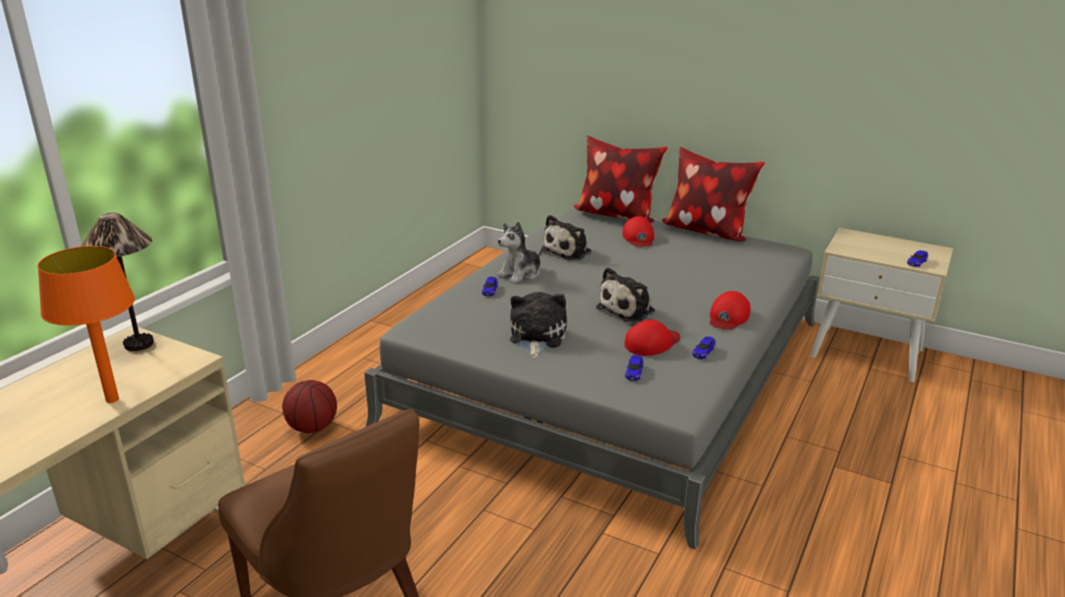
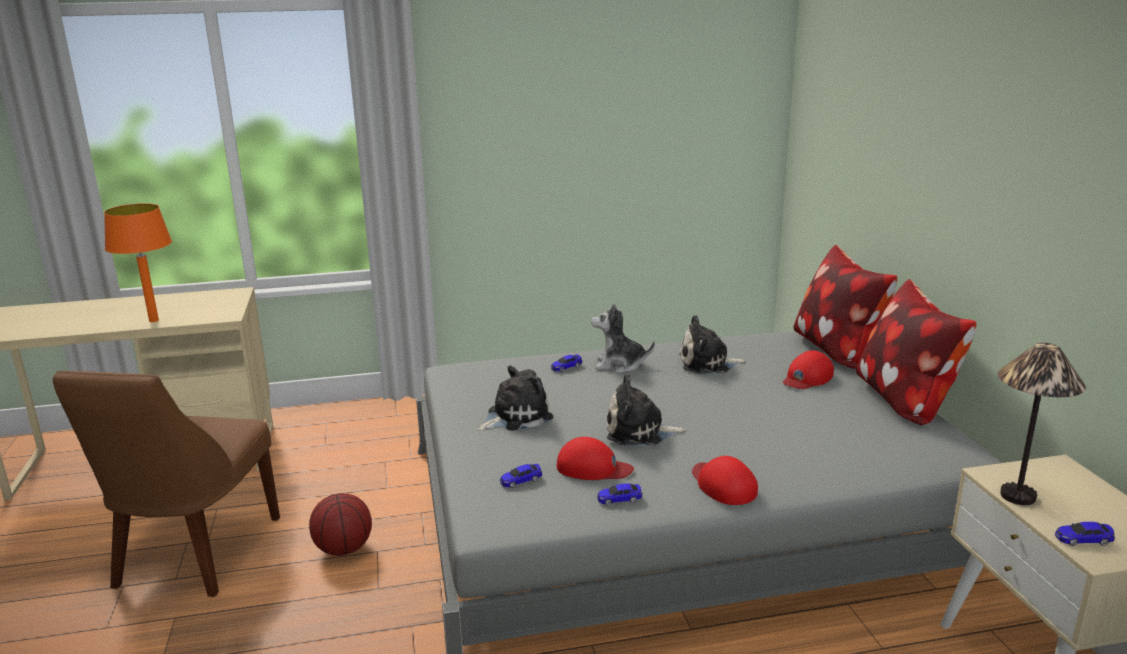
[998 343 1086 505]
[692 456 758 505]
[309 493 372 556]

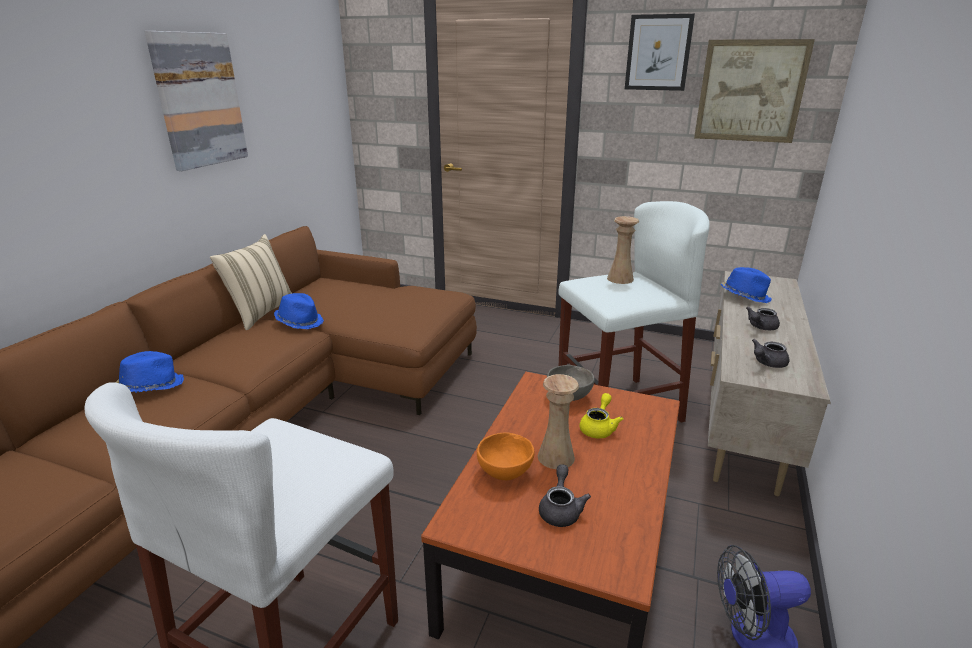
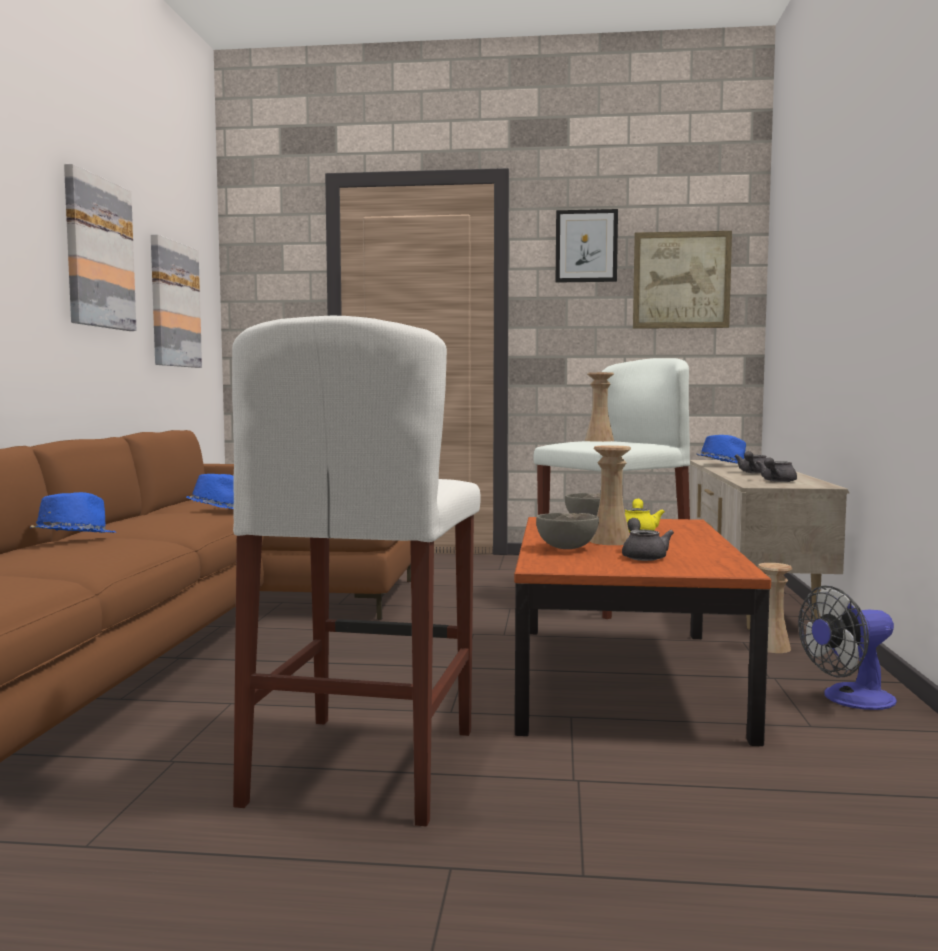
[210 234 292 330] (first image)
[536 513 599 549]
[151 234 202 368]
[758 563 792 653]

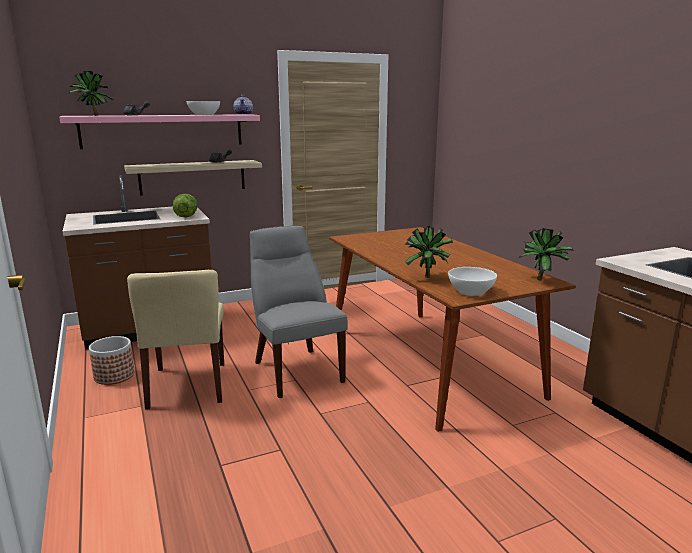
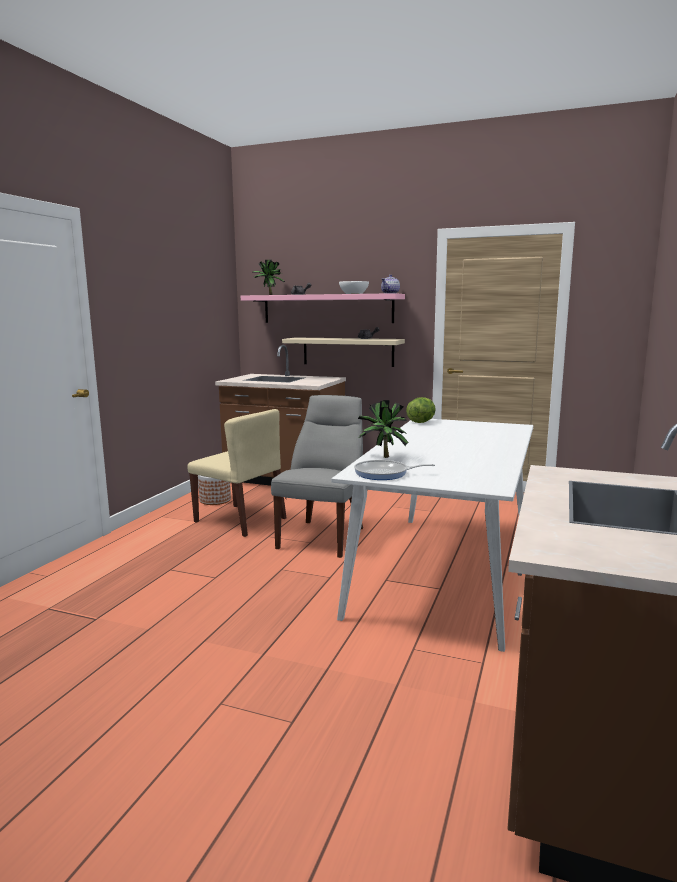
[406 397 436 423]
[331 419 533 652]
[518 228 574 281] (first image)
[354 460 435 480]
[187 409 286 537]

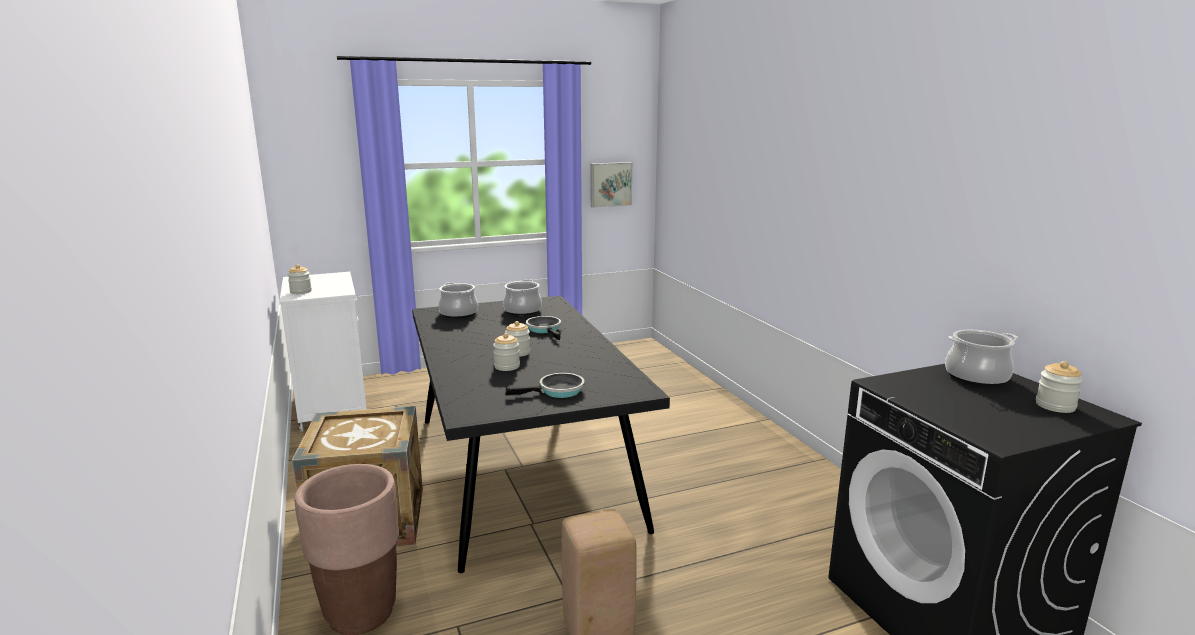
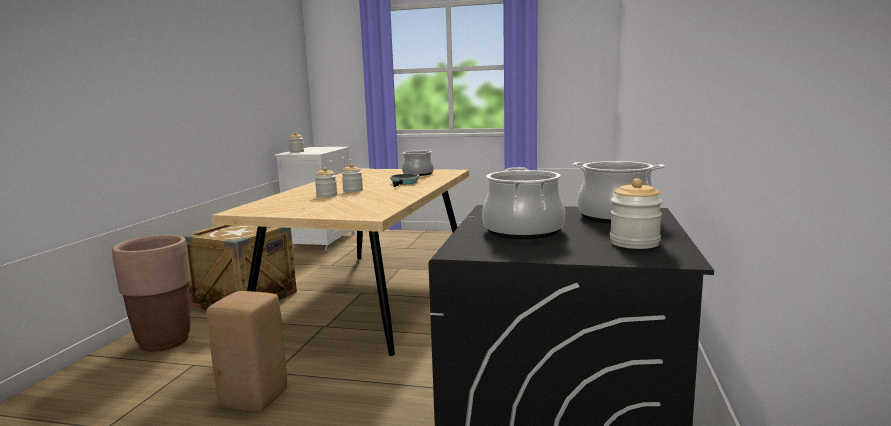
[591 162 632 208] (first image)
[482 167 565 239]
[212 169 469 356]
[505 373 584 398] (first image)

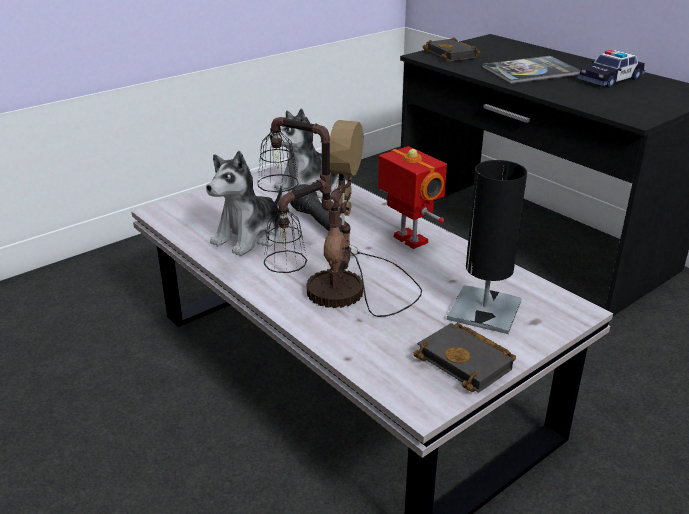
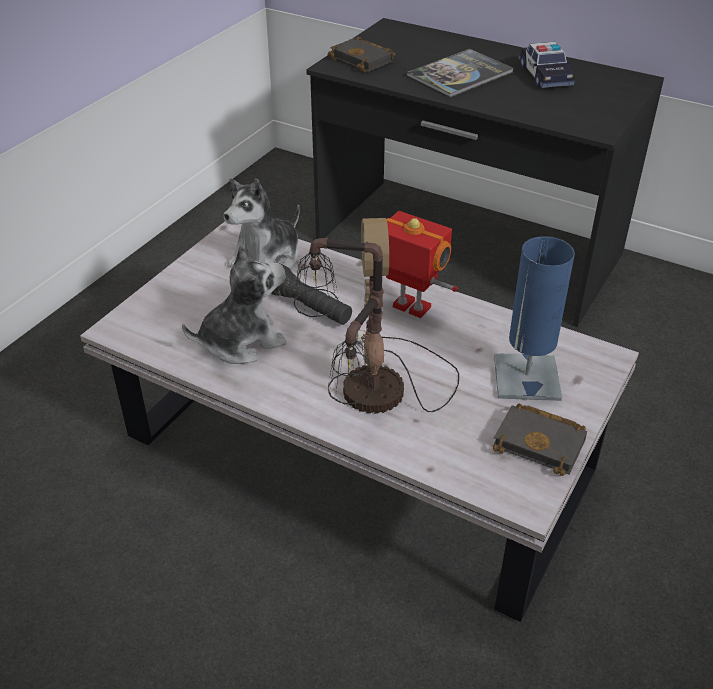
[518 42 575 88]
[182 245 287 364]
[494 236 575 401]

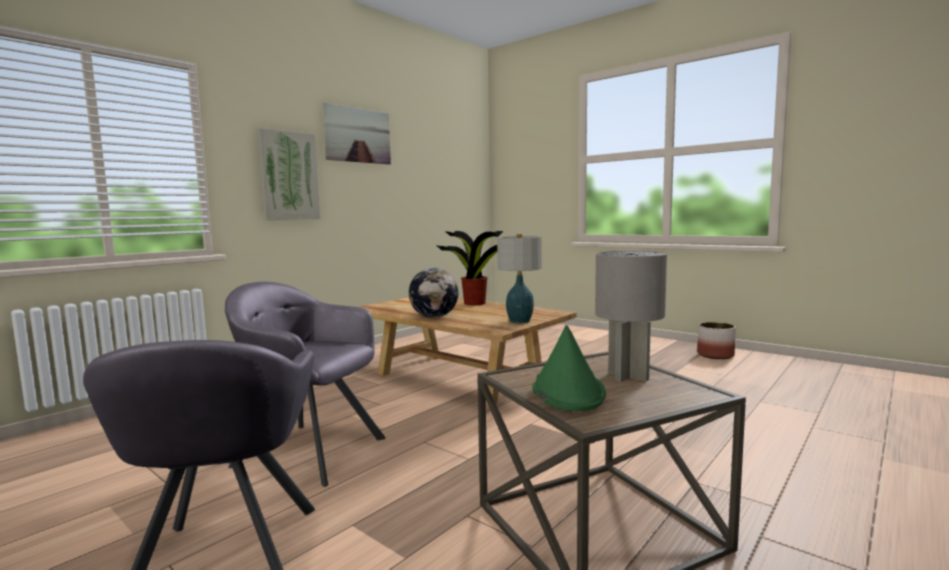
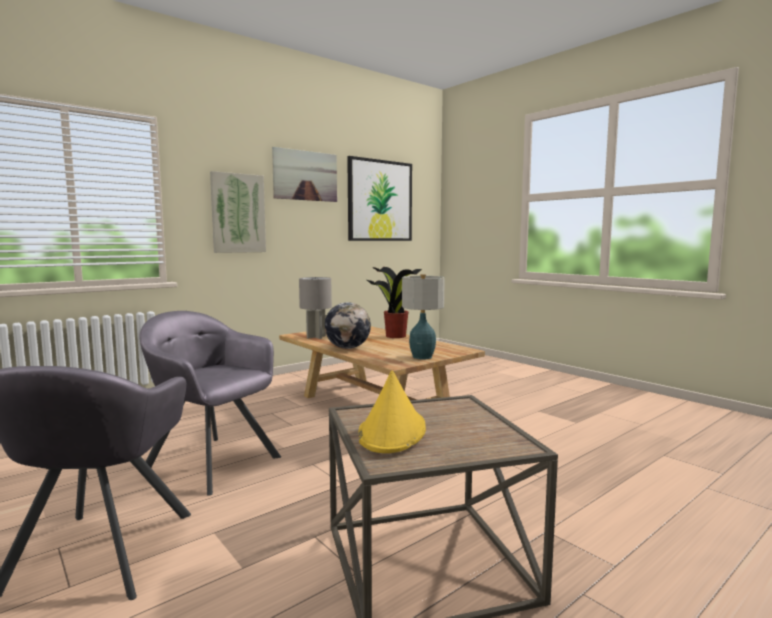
[299 277 332 339]
[697 322 736 359] (first image)
[358 371 426 453]
[347 156 412 241]

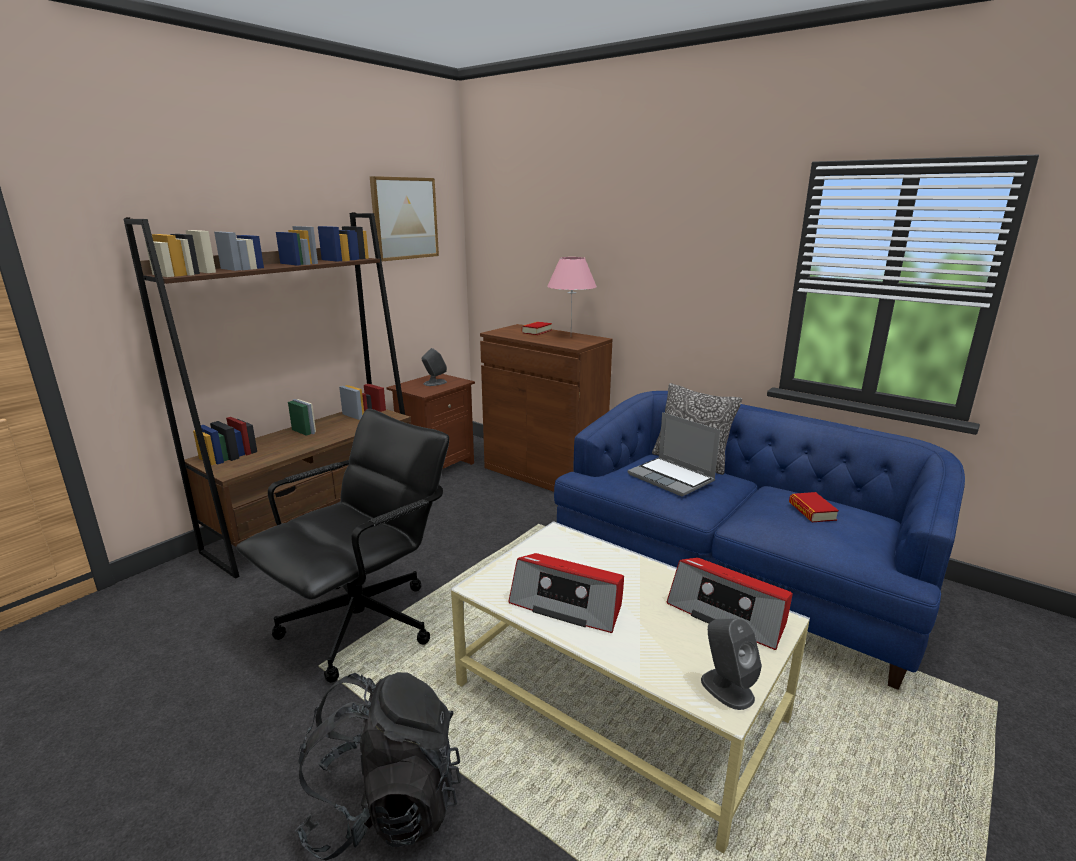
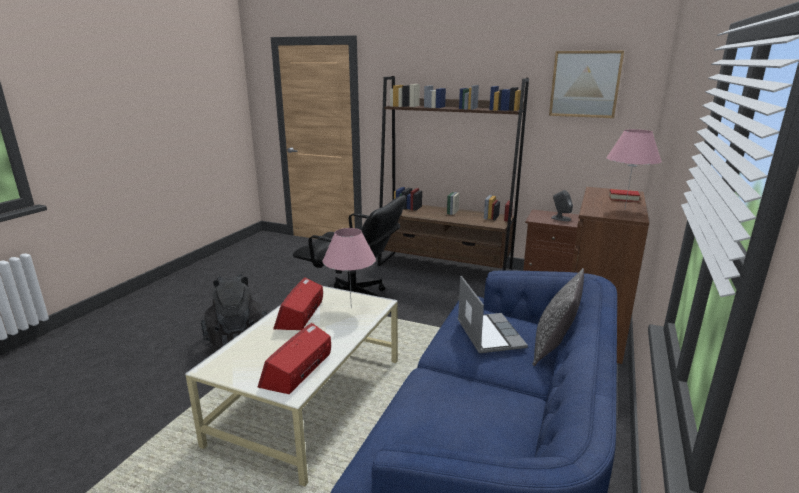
[458 276 528 353]
[789 492 839 522] (first image)
[701 618 762 710] (first image)
[323 228 376 308]

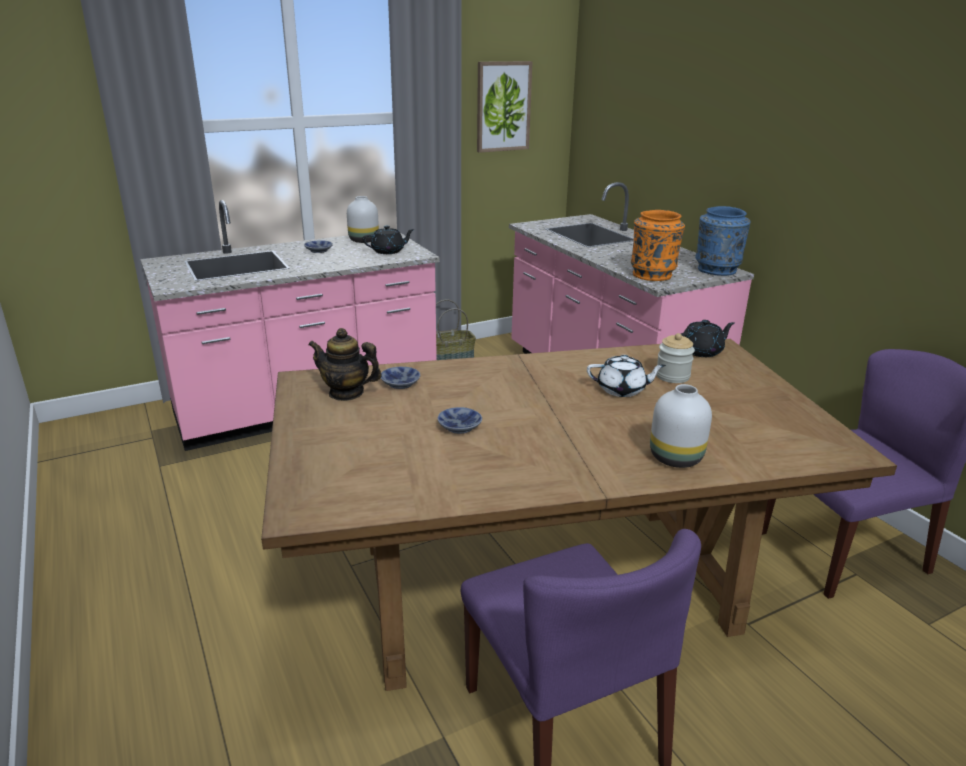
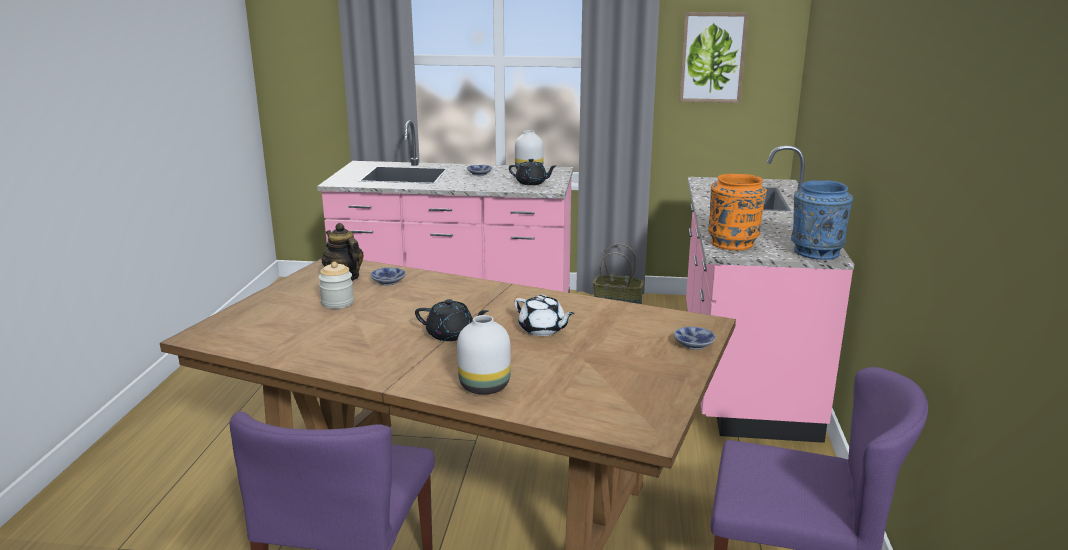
[415 299 489 341]
[318 262 354 309]
[674 327 716 350]

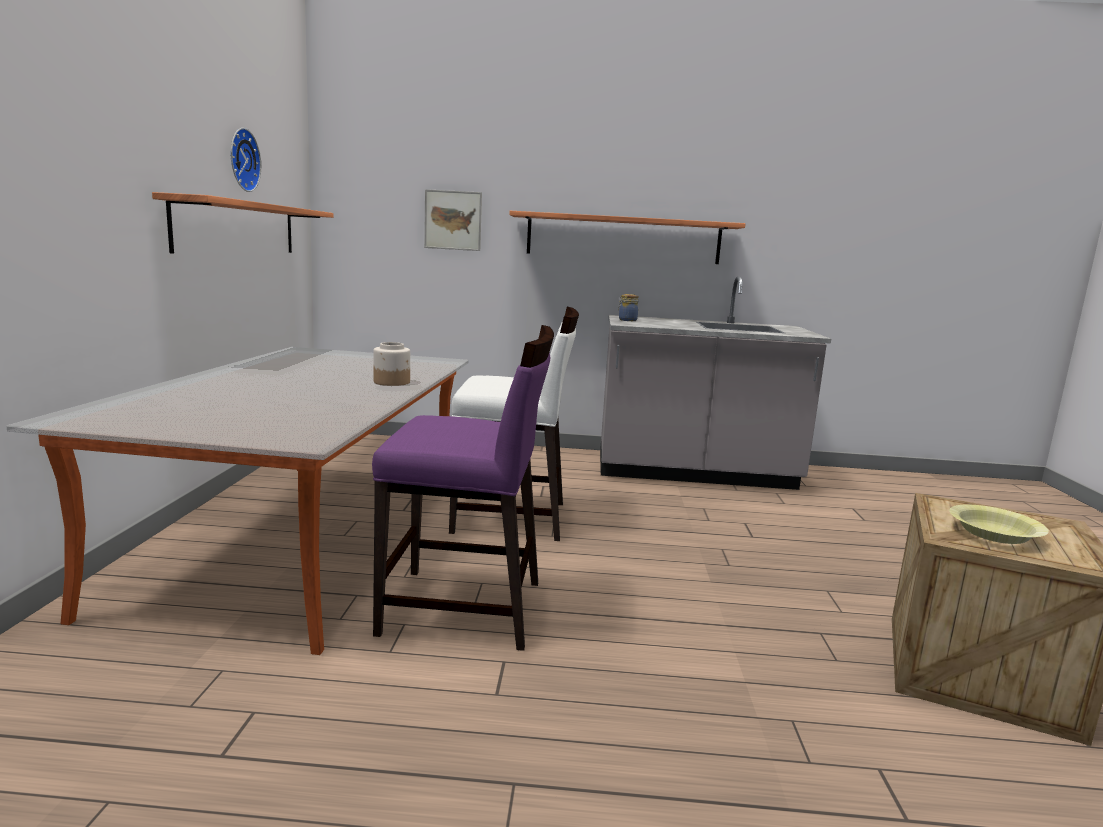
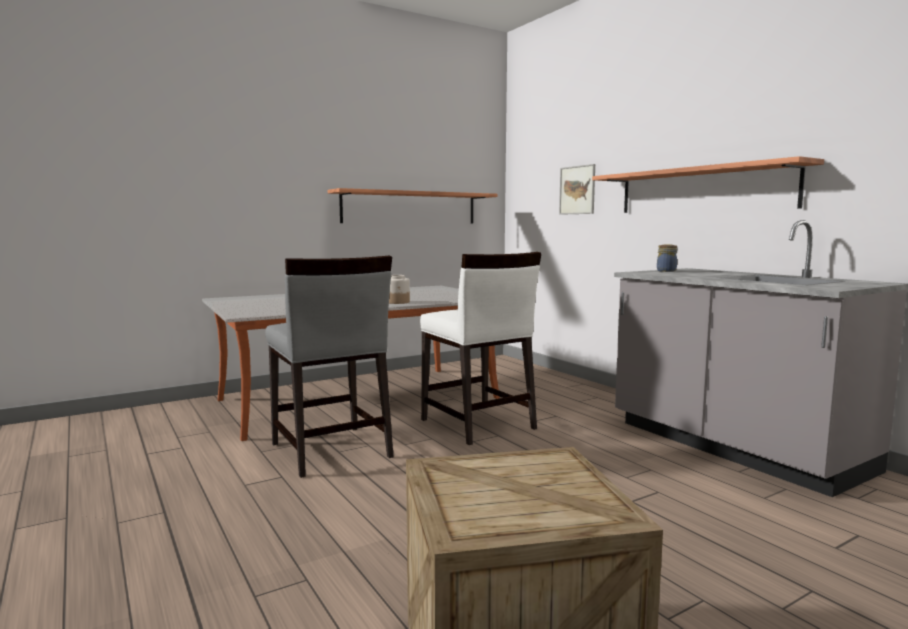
[231 128 261 192] (first image)
[265 256 394 478]
[949 505 1049 544] (first image)

